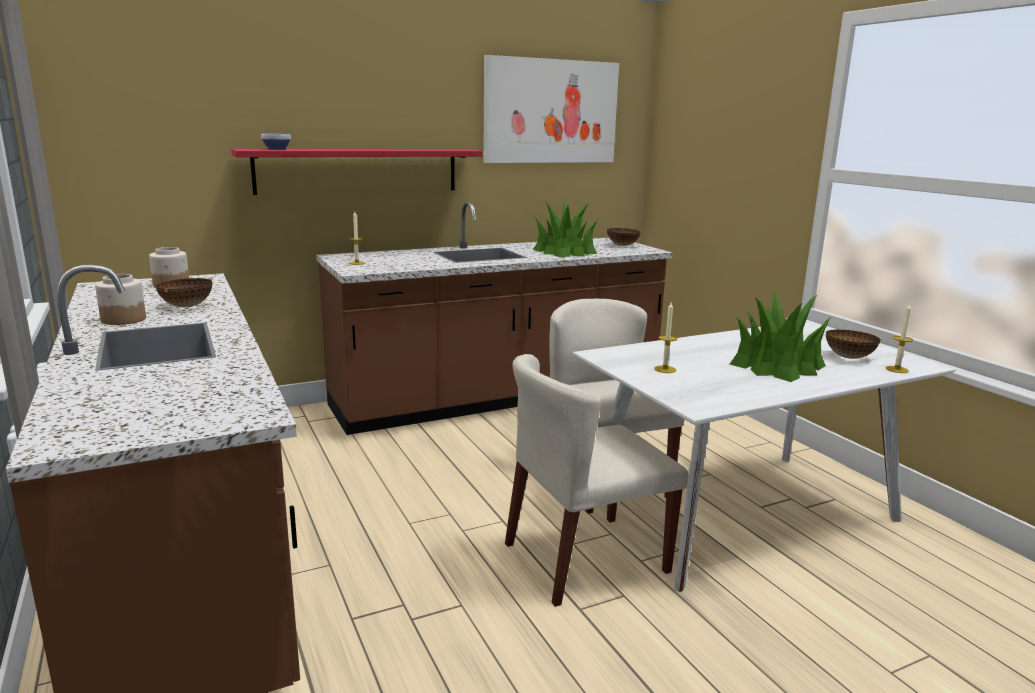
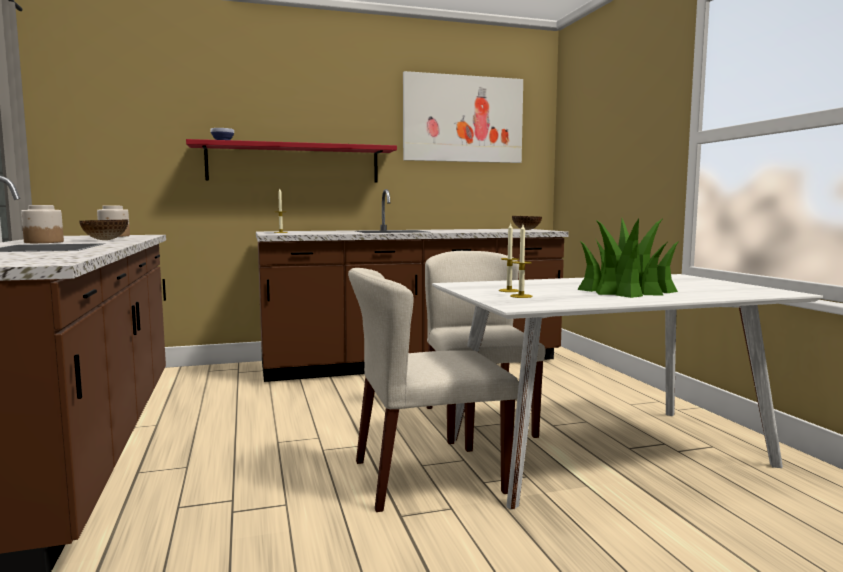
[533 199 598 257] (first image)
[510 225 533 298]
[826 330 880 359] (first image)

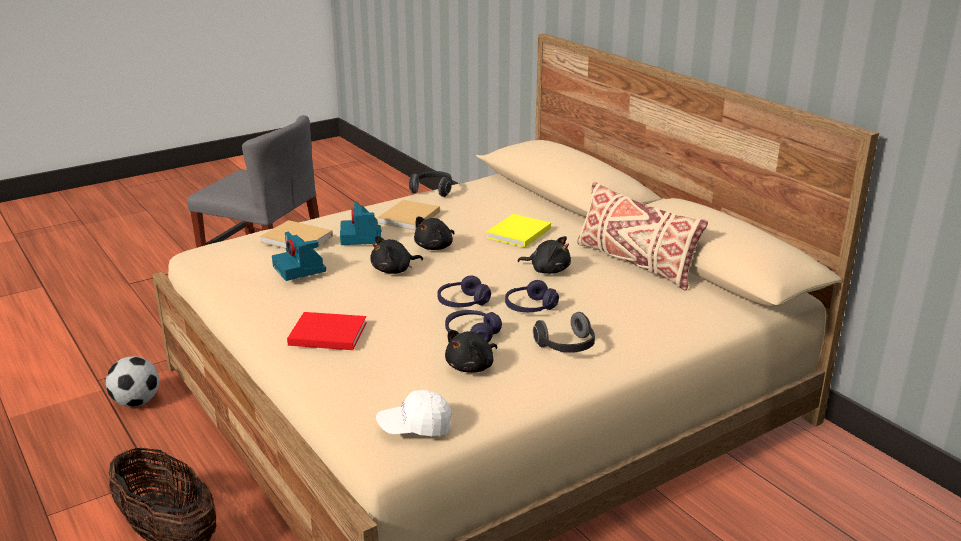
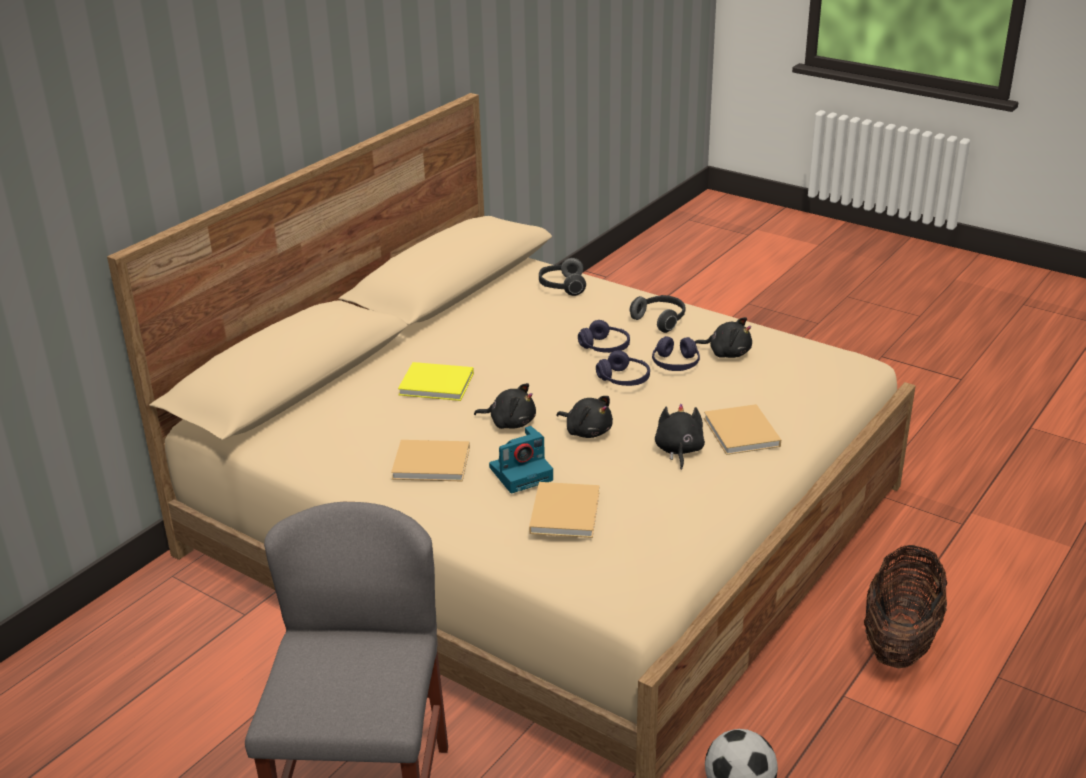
[539 258 586 296]
[577 182 708 291] (first image)
[272 232 326 281] (first image)
[655 404 705 470]
[704 404 781 455]
[376 390 451 436] (first image)

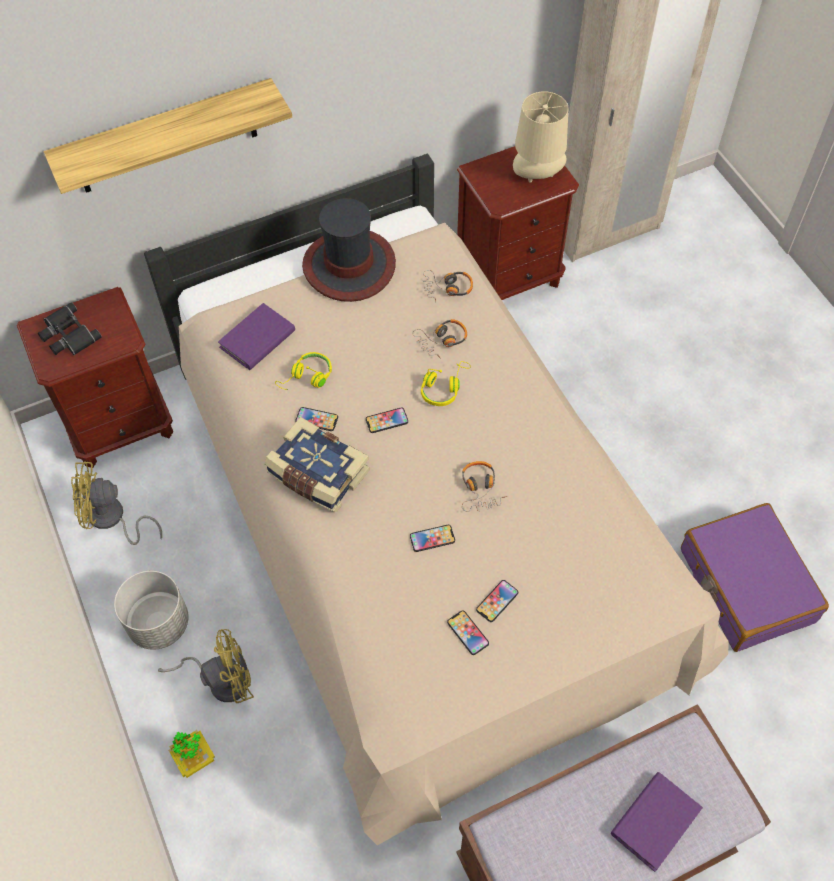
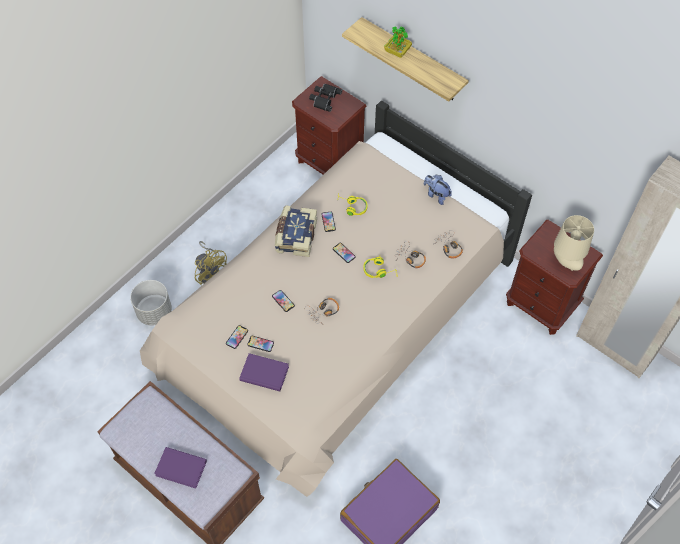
[424 175 452 205]
[239 353 289 391]
[71 461 162 545] (first image)
[130 280 172 326]
[384 26 412 58]

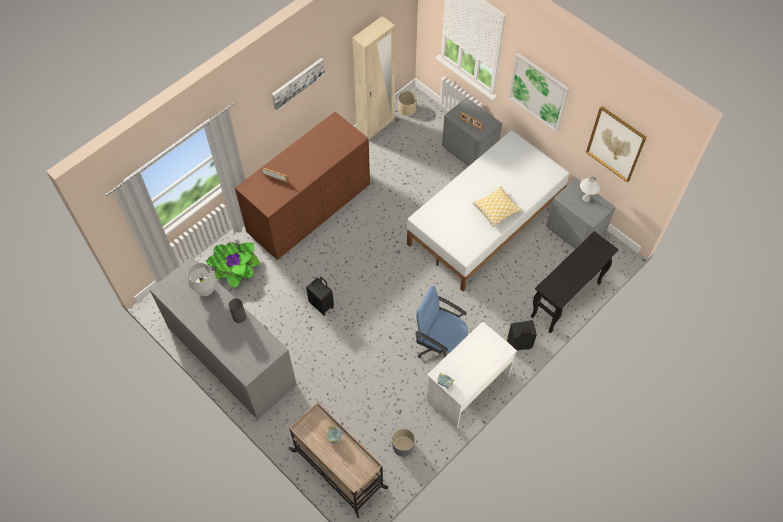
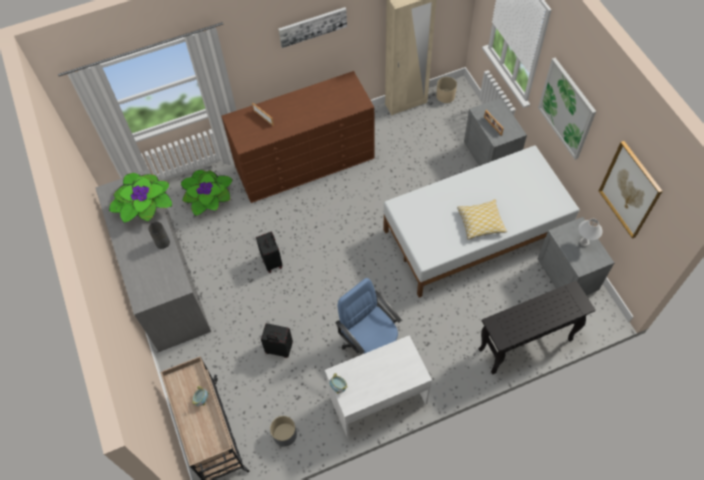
[109 173 172 223]
[261 323 293 358]

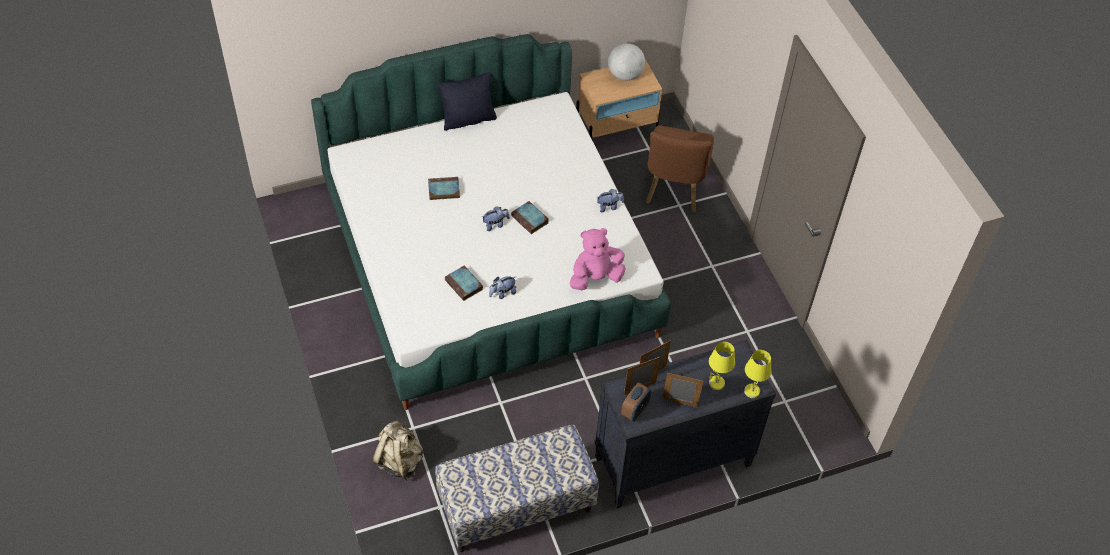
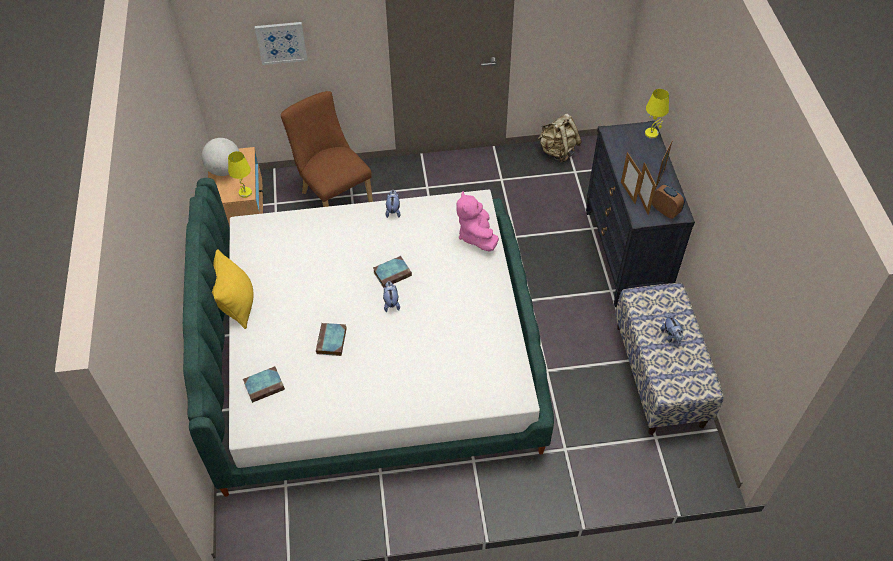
[212 249 254 329]
[281 91 373 207]
[243 366 285 403]
[661 314 683 347]
[228 151 252 198]
[538 113 582 163]
[255 22 307 65]

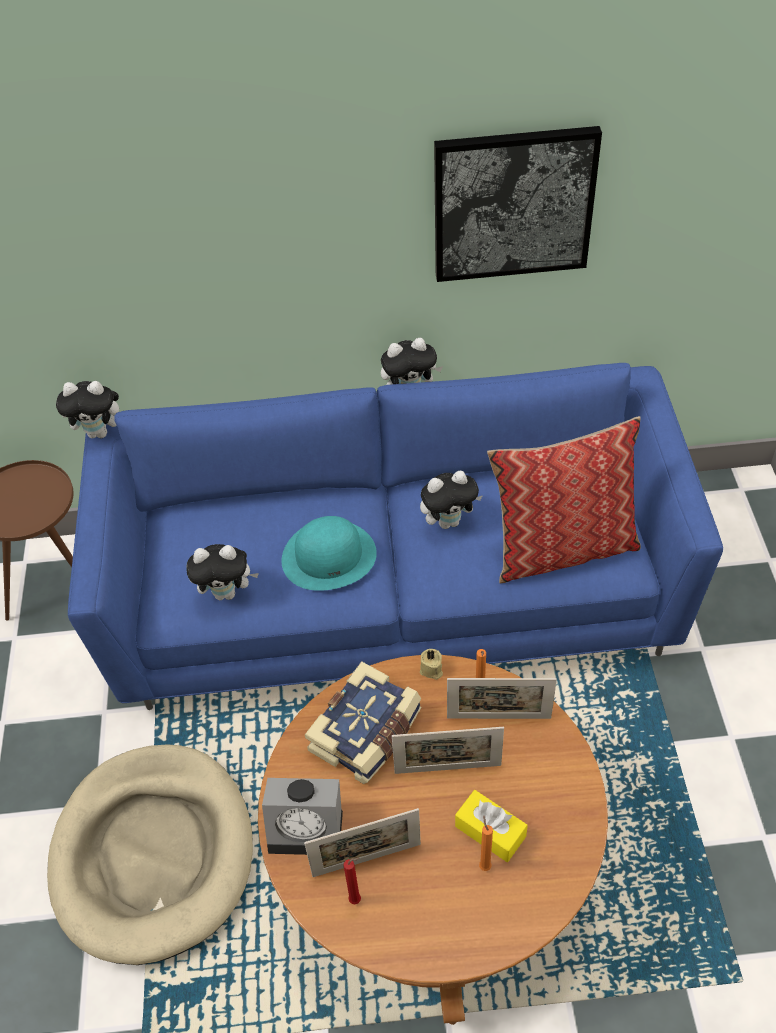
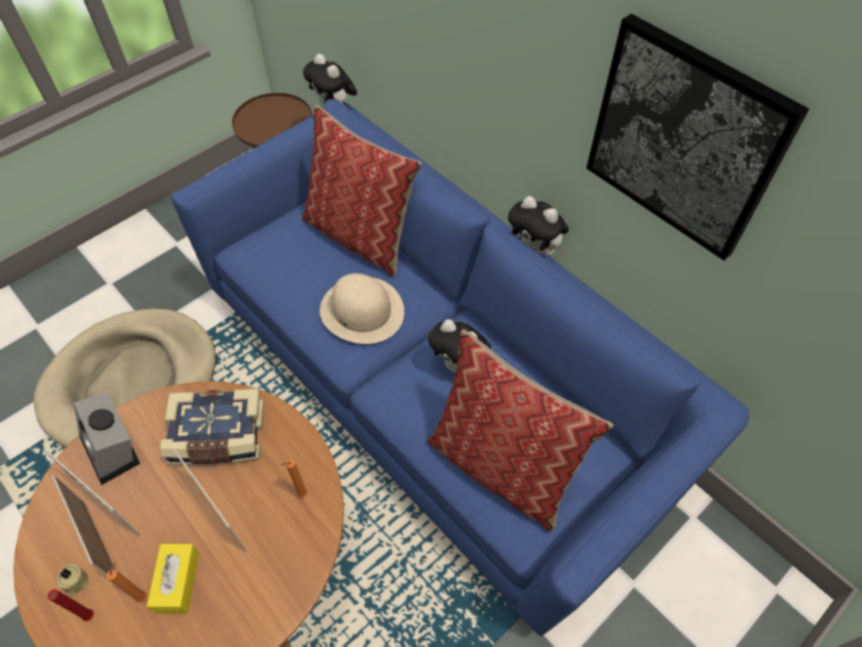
[320 273 404 344]
[186 544 259 600] (first image)
[57 564 88 597]
[52 475 115 576]
[47 589 94 621]
[302 105 422 277]

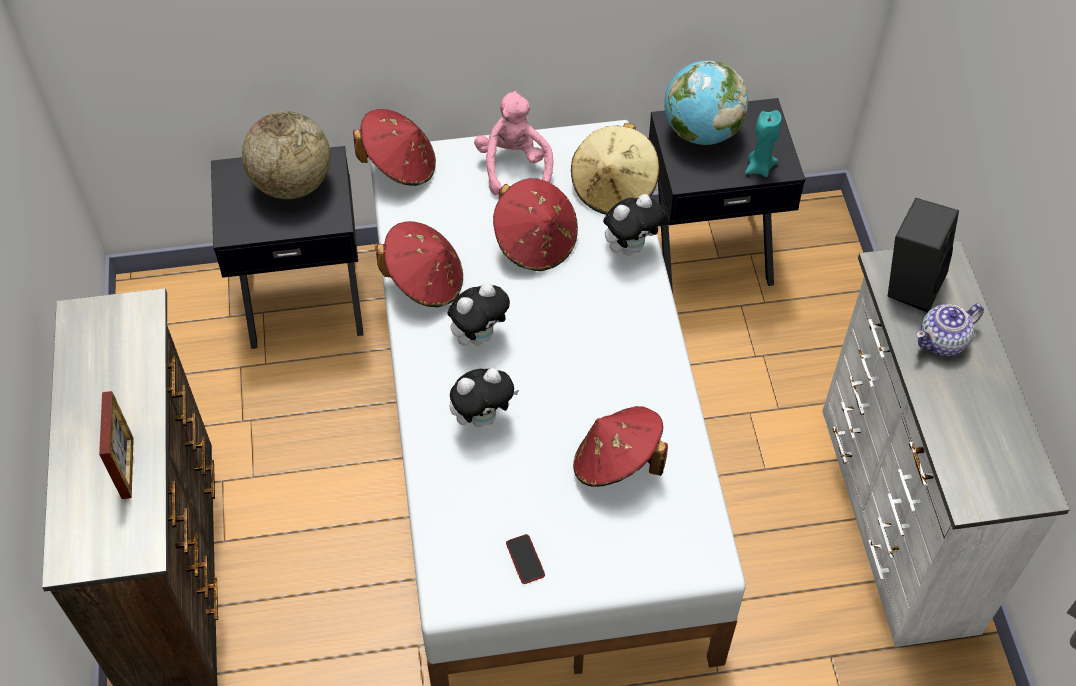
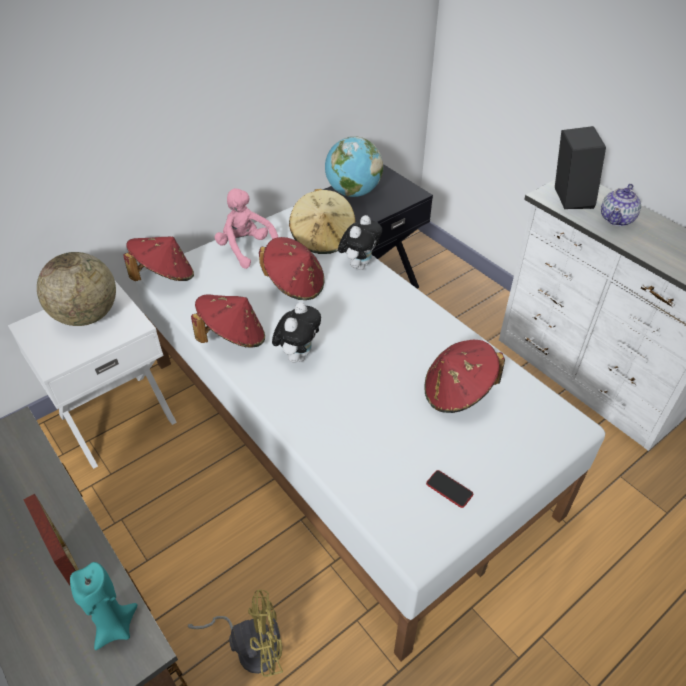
[70 562 137 650]
[8 281 177 469]
[450 368 519 427] (first image)
[188 590 283 677]

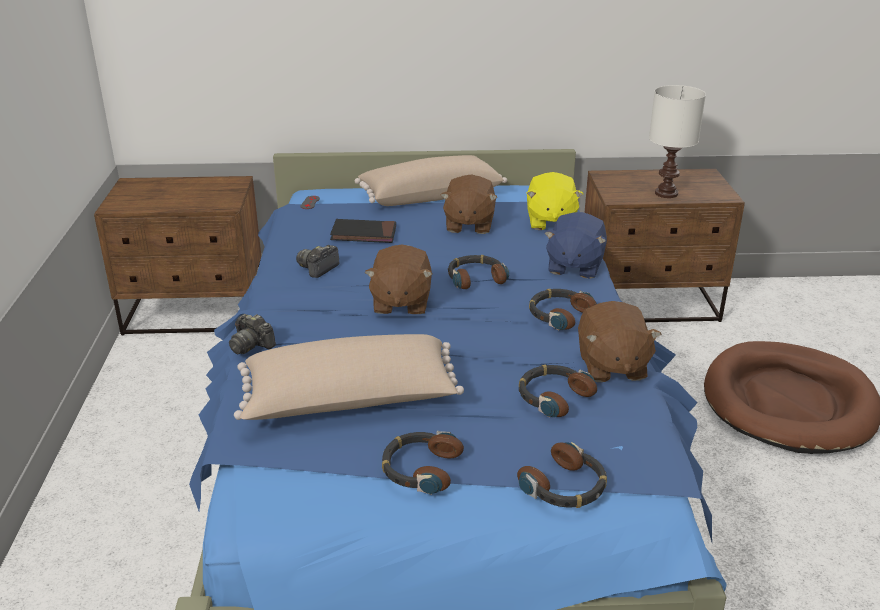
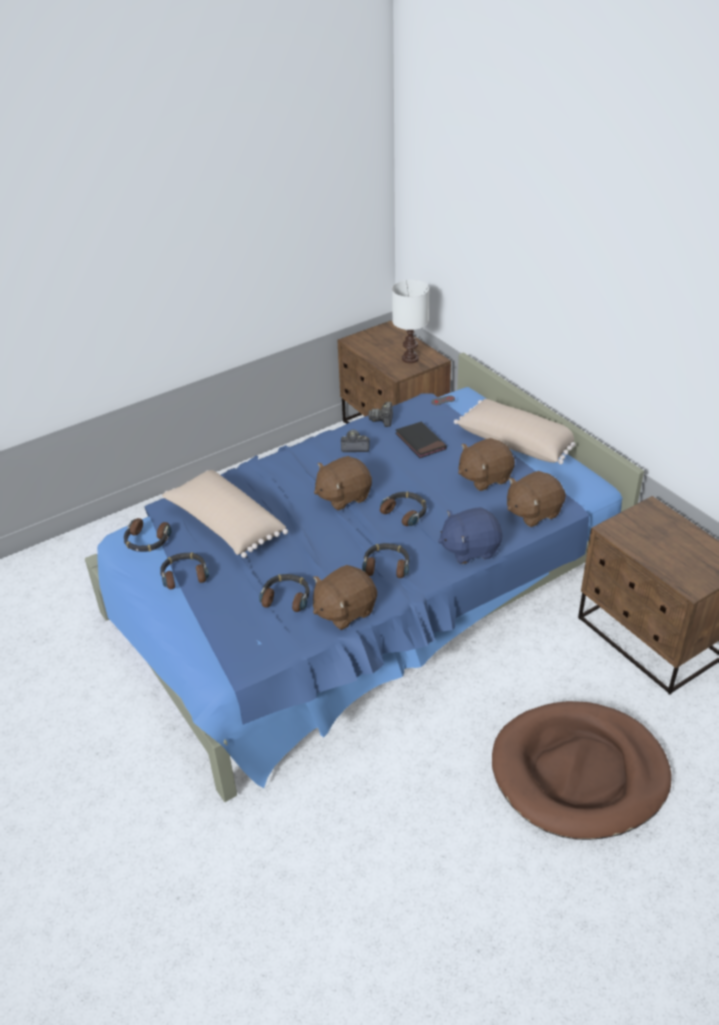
[392 280 429 363]
[507 471 566 527]
[369 402 393 427]
[124 518 172 552]

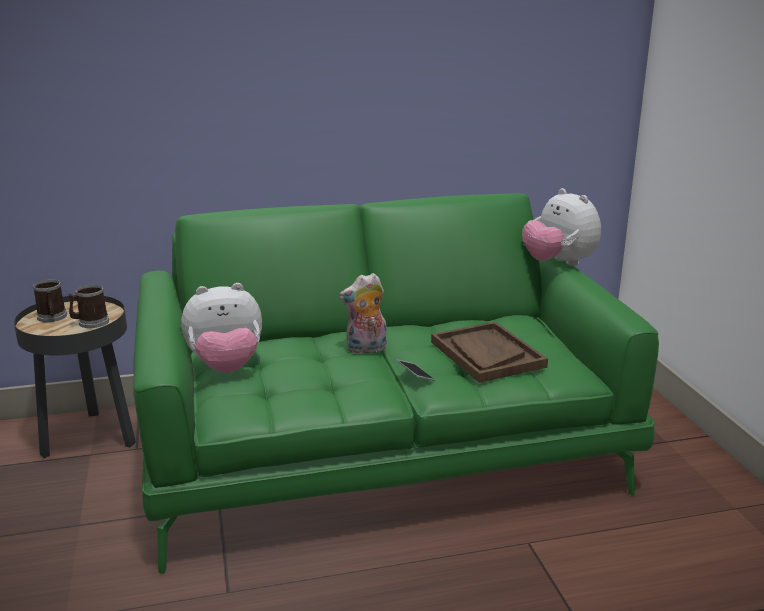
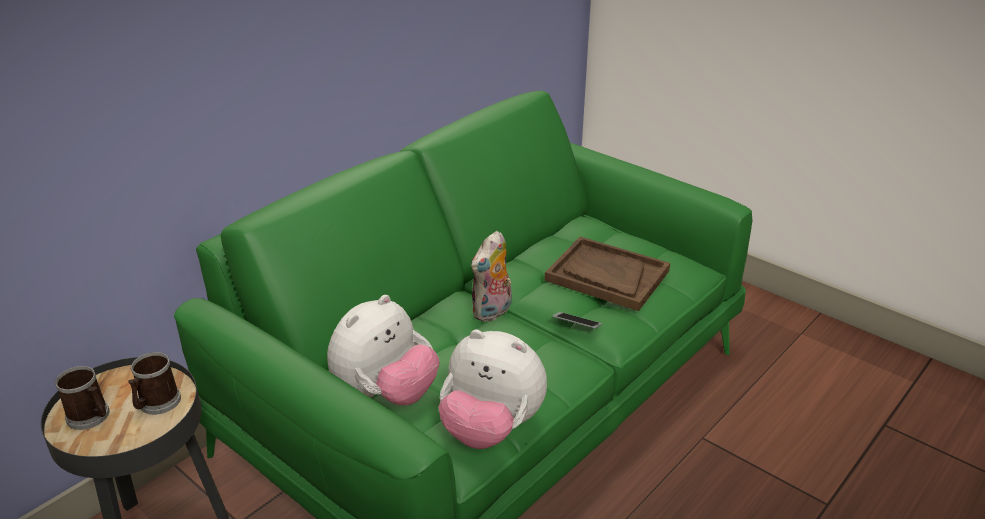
[438 330 547 449]

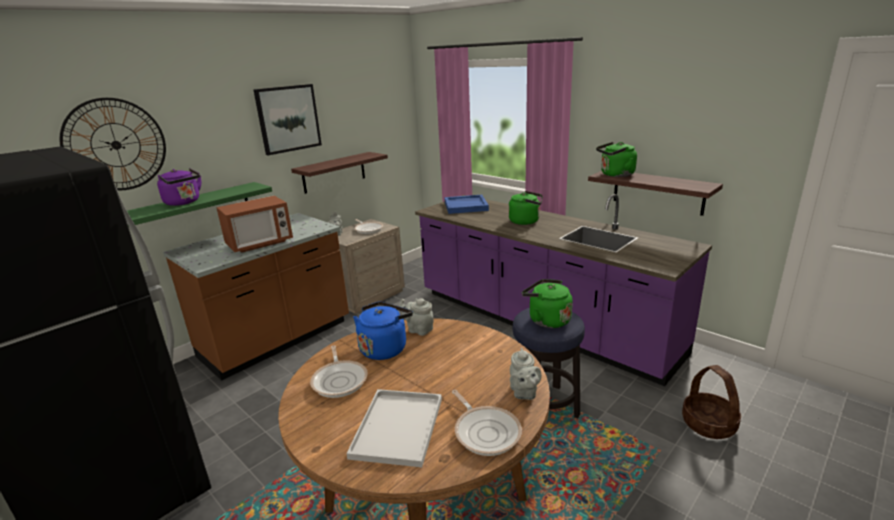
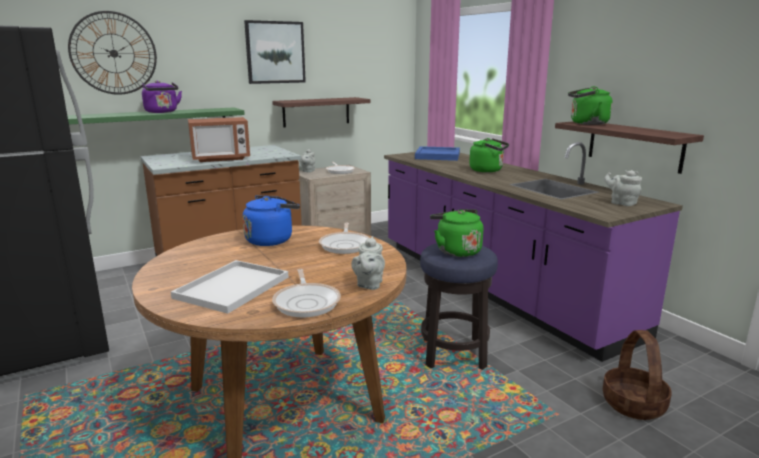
[604 170 642 206]
[319 223 370 254]

